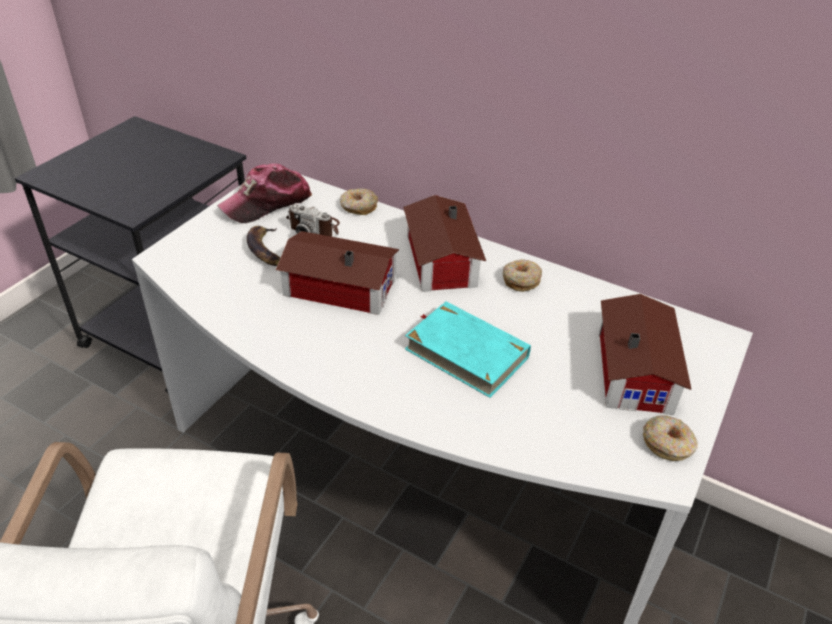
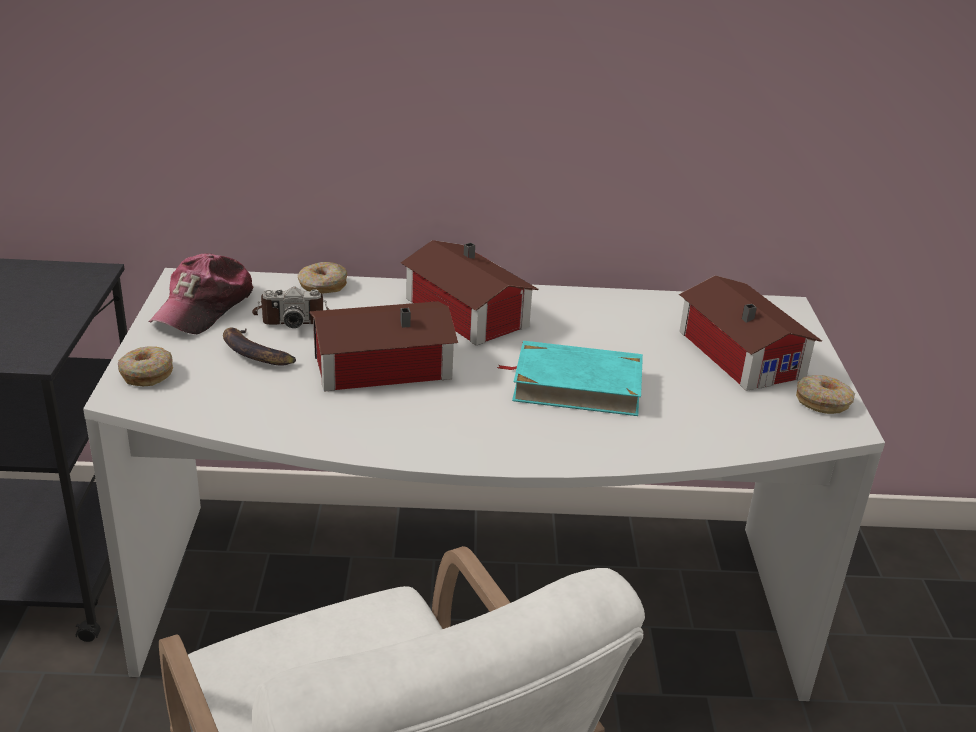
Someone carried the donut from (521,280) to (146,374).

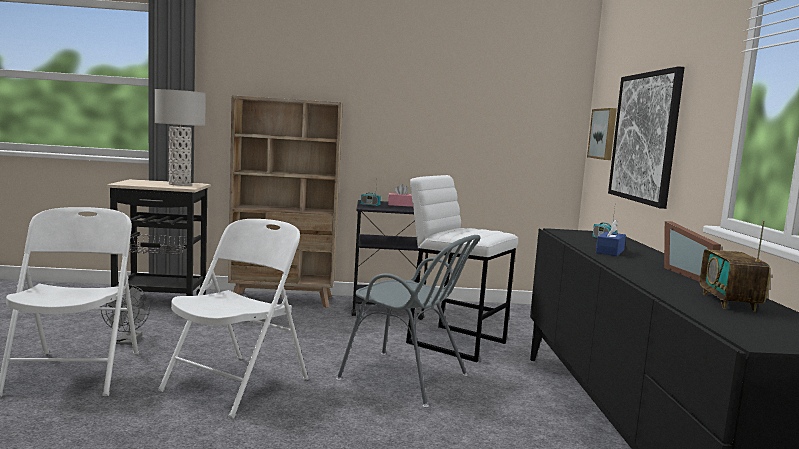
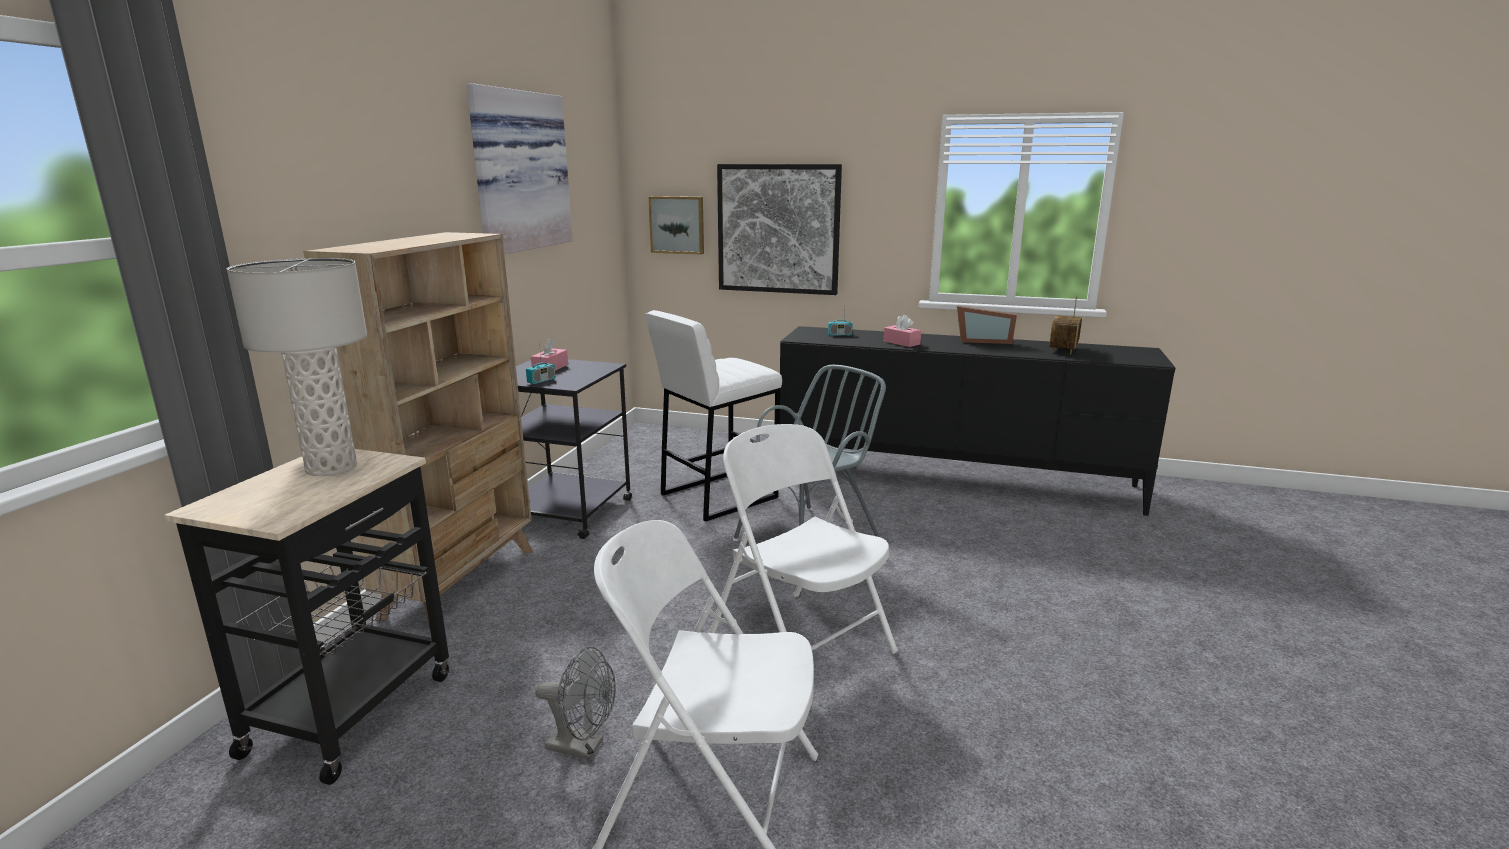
Someone repainted the blue tissue box at (610,251), which became the pink tissue box at (901,343).
Someone rotated the radio at (729,302) by 90 degrees clockwise.
Someone put up the picture at (517,171).

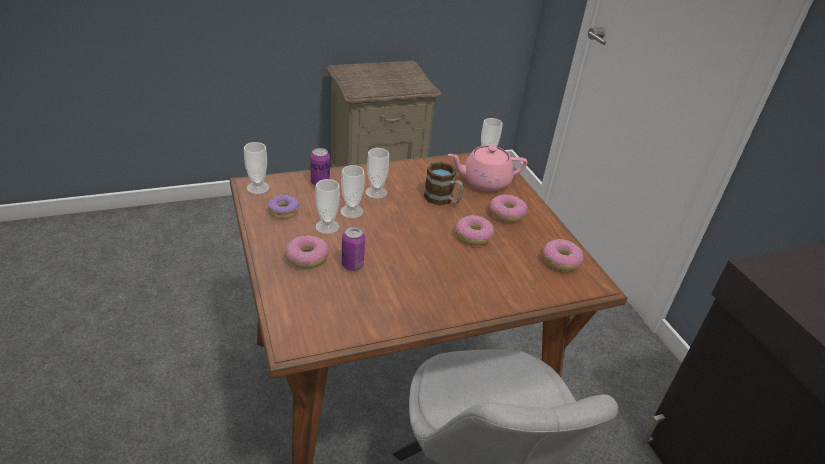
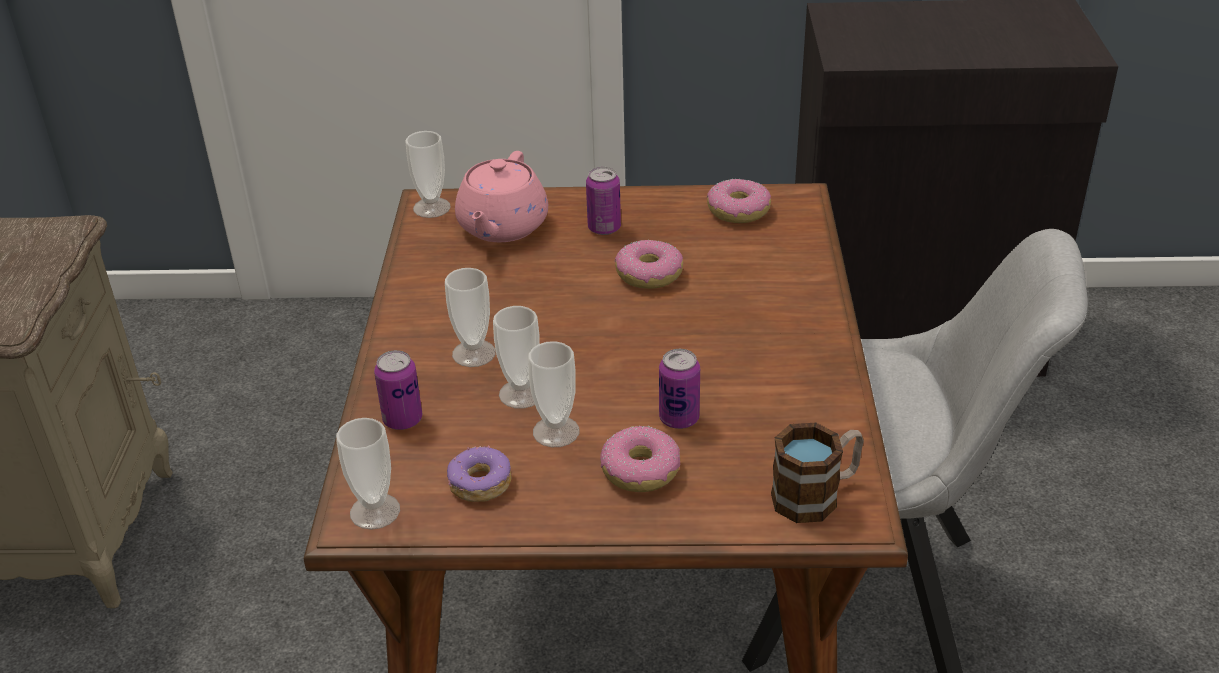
Someone carried the mug from (443,200) to (816,495).
Someone swapped the donut at (507,214) for the can at (604,228).

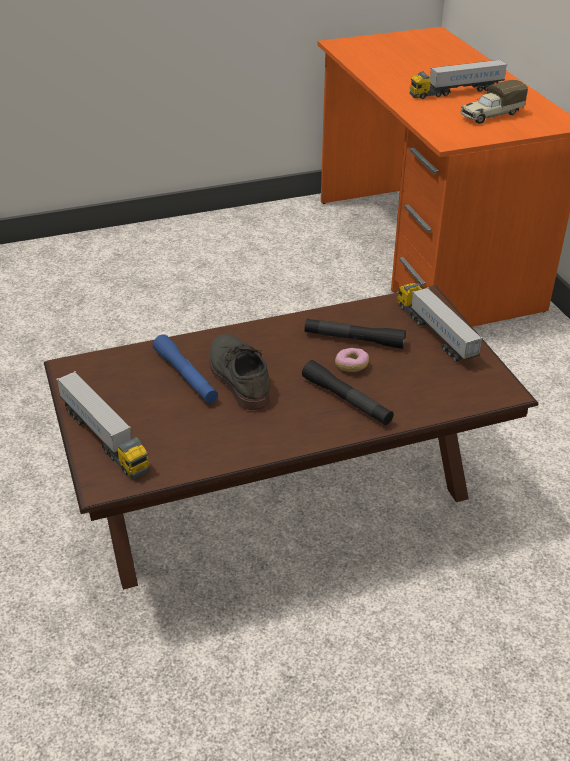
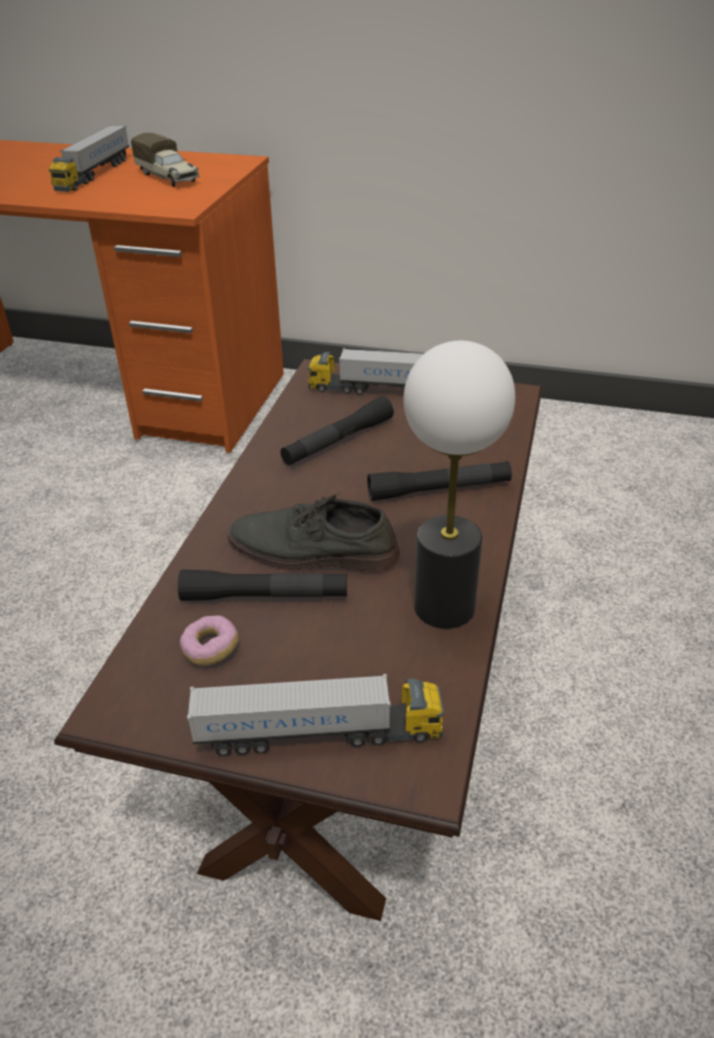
Someone repainted the blue flashlight at (185,376), which became the black flashlight at (265,596).
Someone carried the donut from (351,366) to (210,649).
Someone rotated the toy truck at (490,115) by 45 degrees counterclockwise.
Someone put down the table lamp at (443,606).

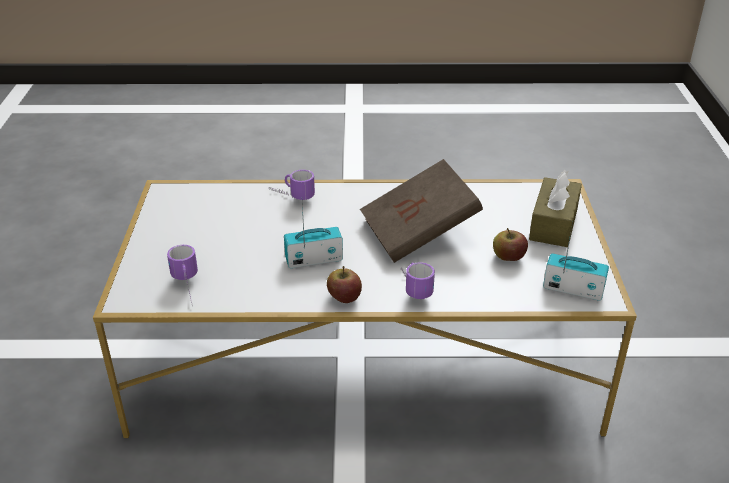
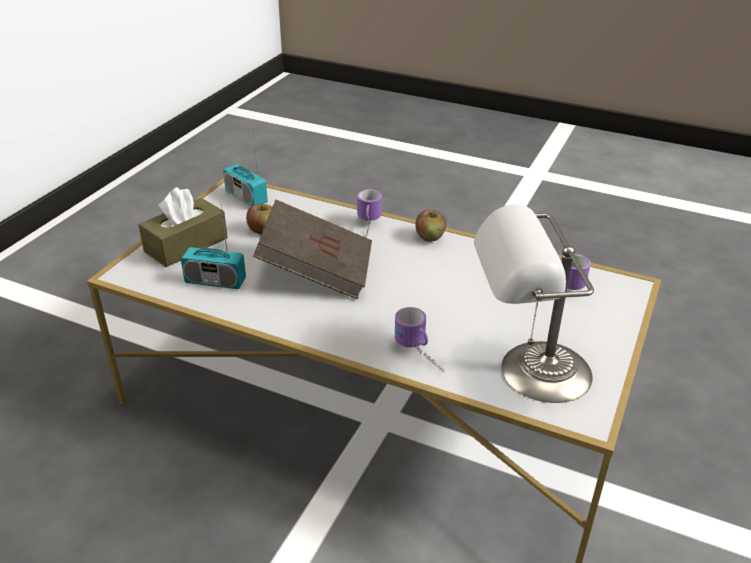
Someone carried the radio from (314,259) to (215,281).
Someone put down the white table lamp at (527,374).

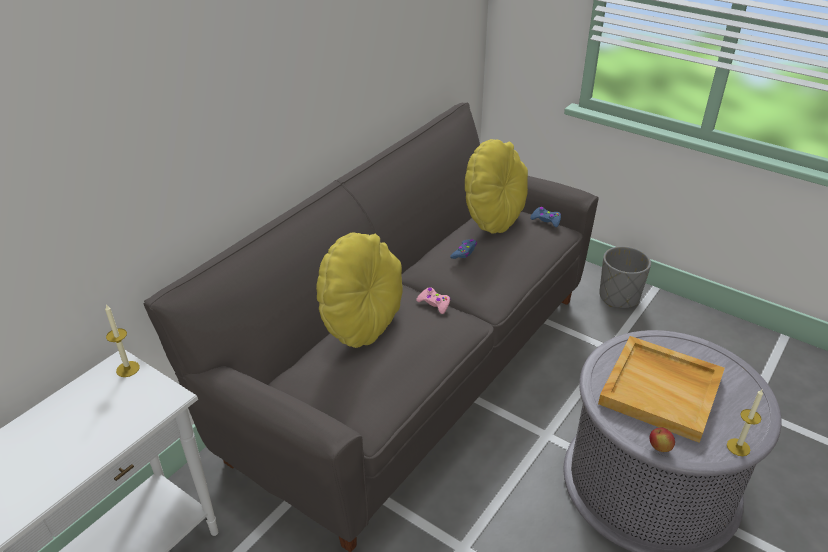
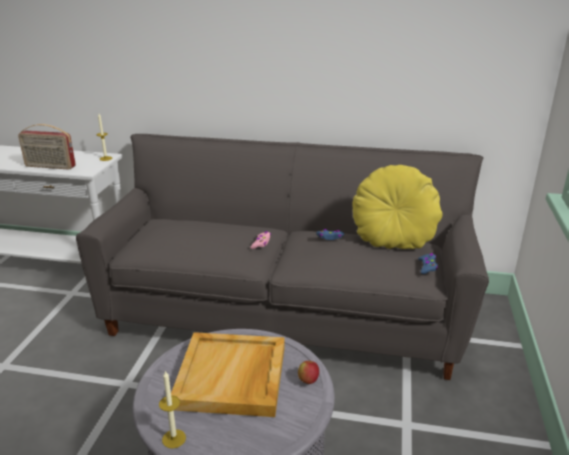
Someone took away the yellow pillow at (363,326).
Someone took away the grey planter at (619,297).
Someone carried the apple from (659,447) to (308,380).
Someone put down the radio at (50,166).

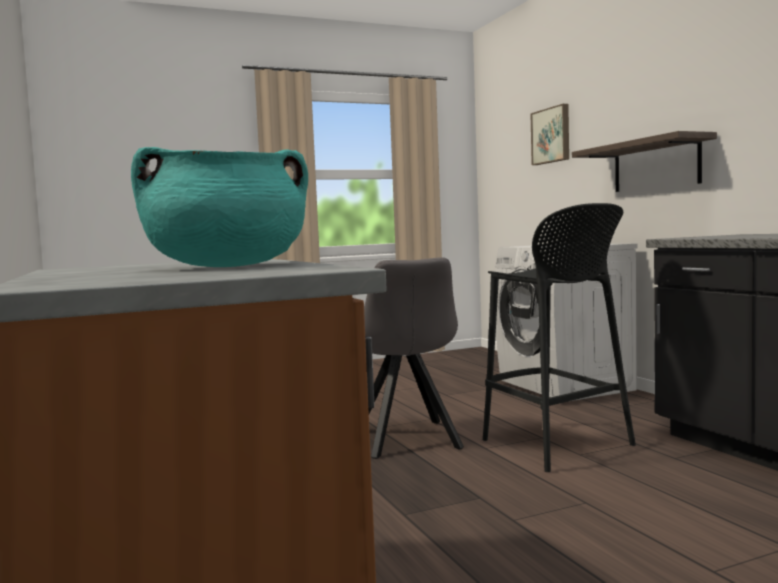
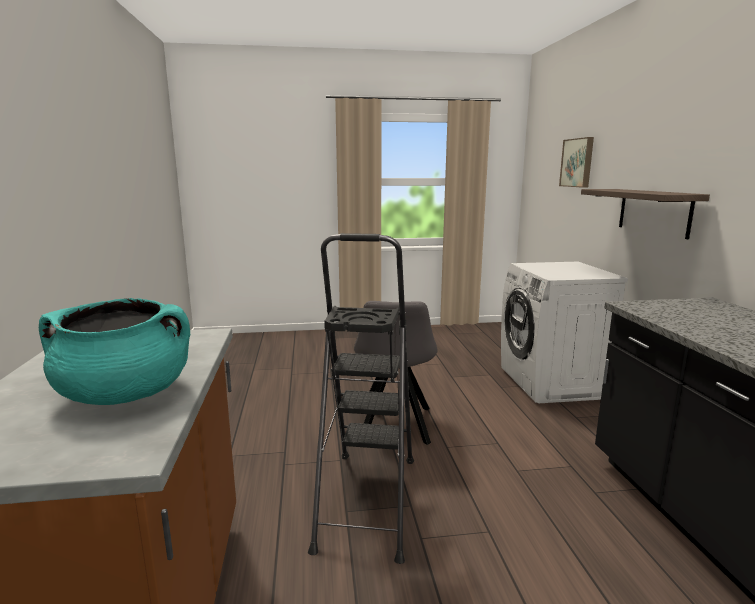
Someone took away the black stool at (555,445).
Someone put down the step ladder at (367,501).

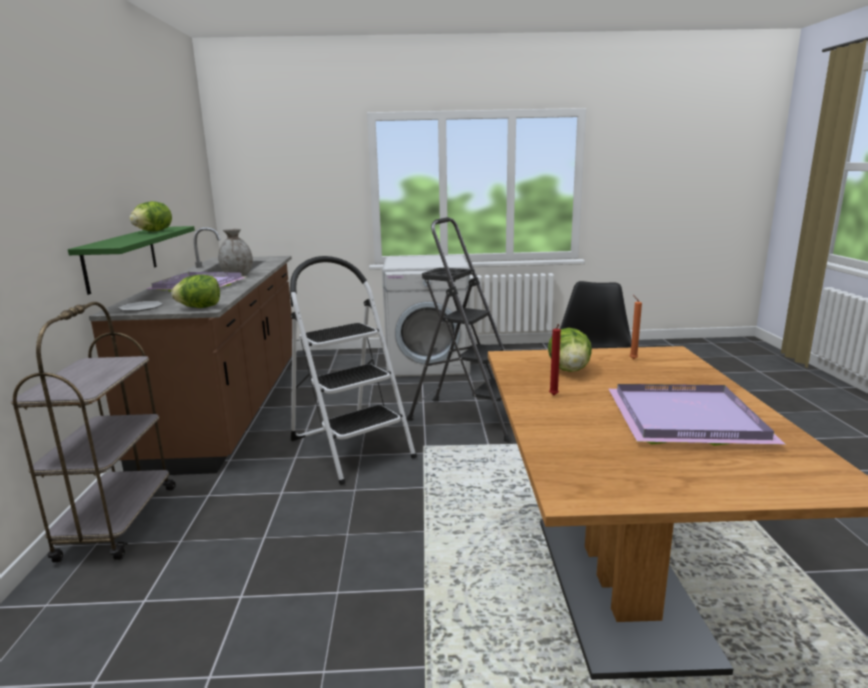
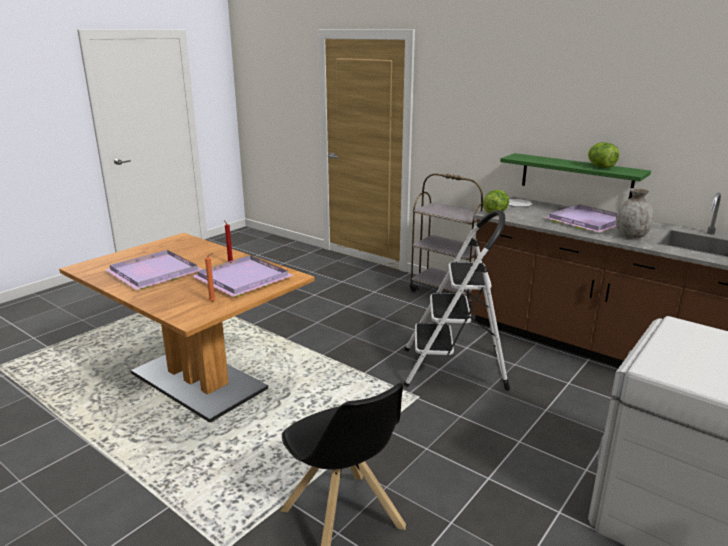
Someone took away the step ladder at (467,418).
Someone swapped the lettuce at (569,370) for the purple tray at (242,279).

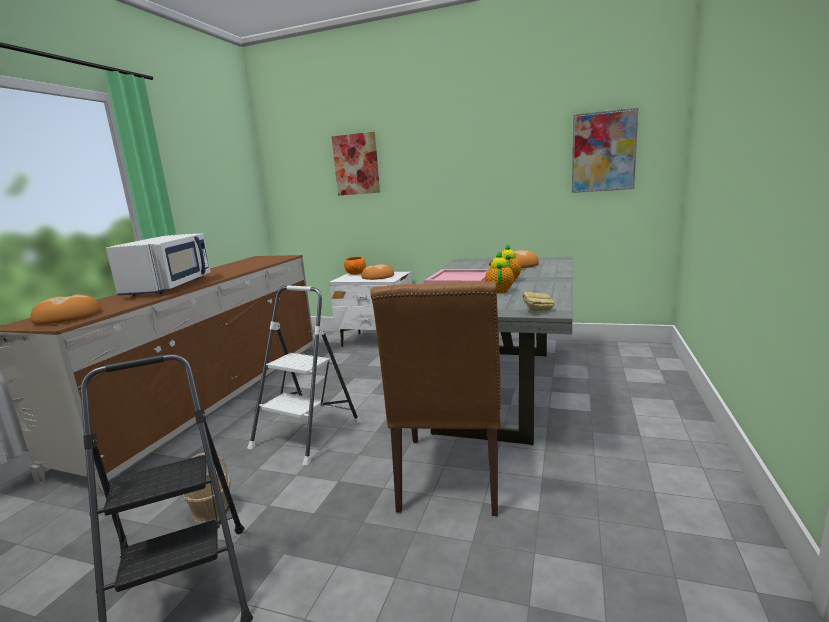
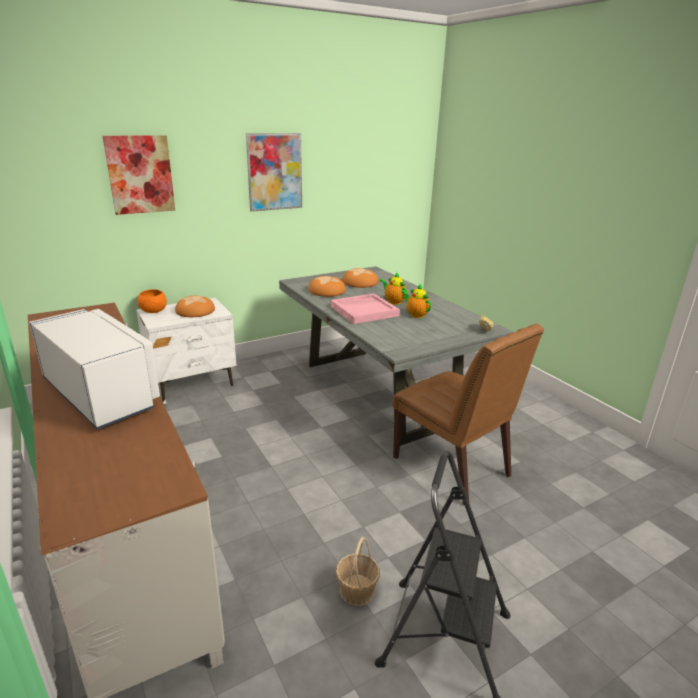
Someone carried the bread from (67,317) to (327,291).
Someone took away the white step ladder at (309,432).
Someone carried the picture from (603,152) to (274,172).

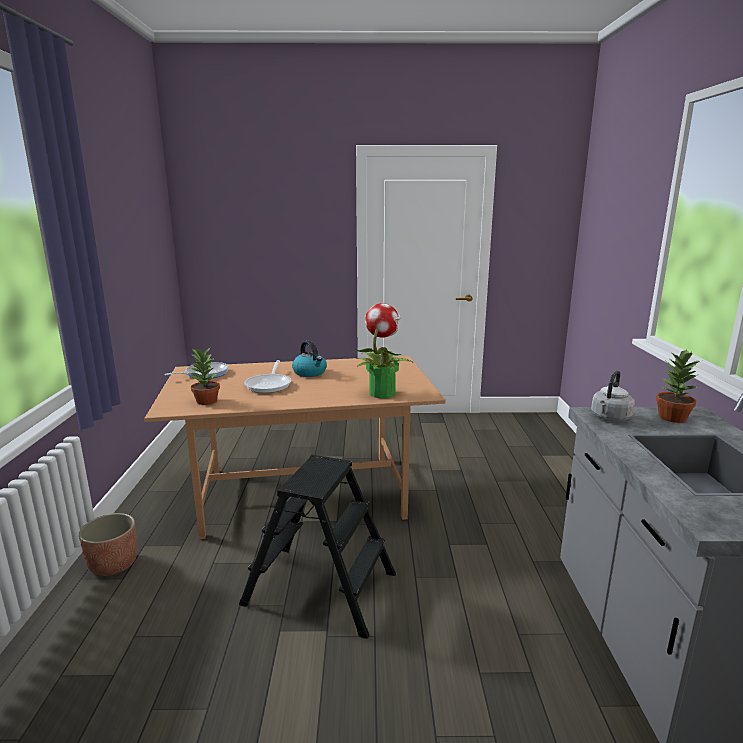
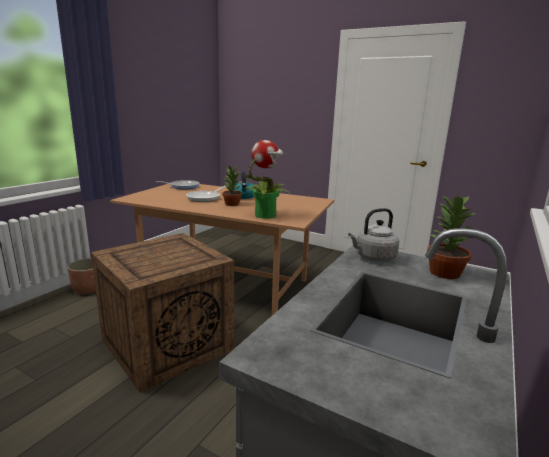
Someone carried the potted plant from (206,401) to (231,204).
Someone swapped the black step ladder at (320,588) for the crate at (168,343).

